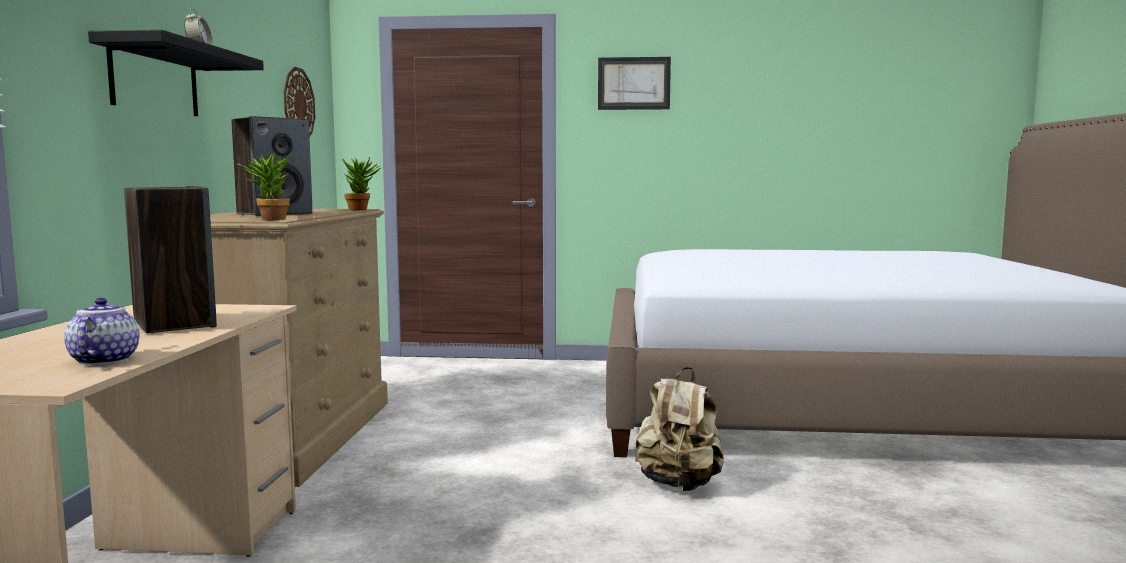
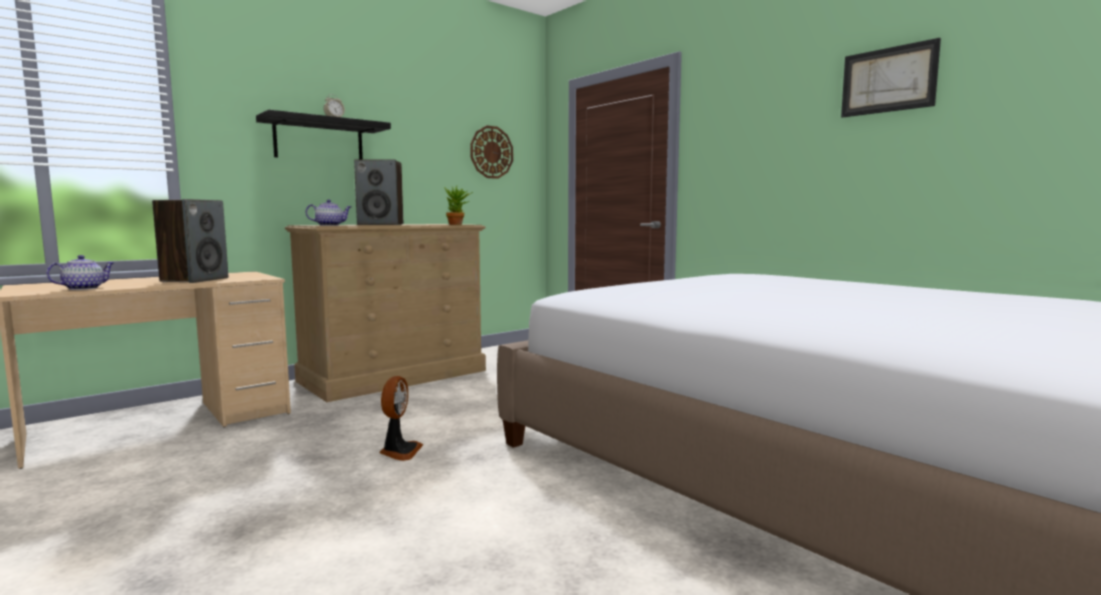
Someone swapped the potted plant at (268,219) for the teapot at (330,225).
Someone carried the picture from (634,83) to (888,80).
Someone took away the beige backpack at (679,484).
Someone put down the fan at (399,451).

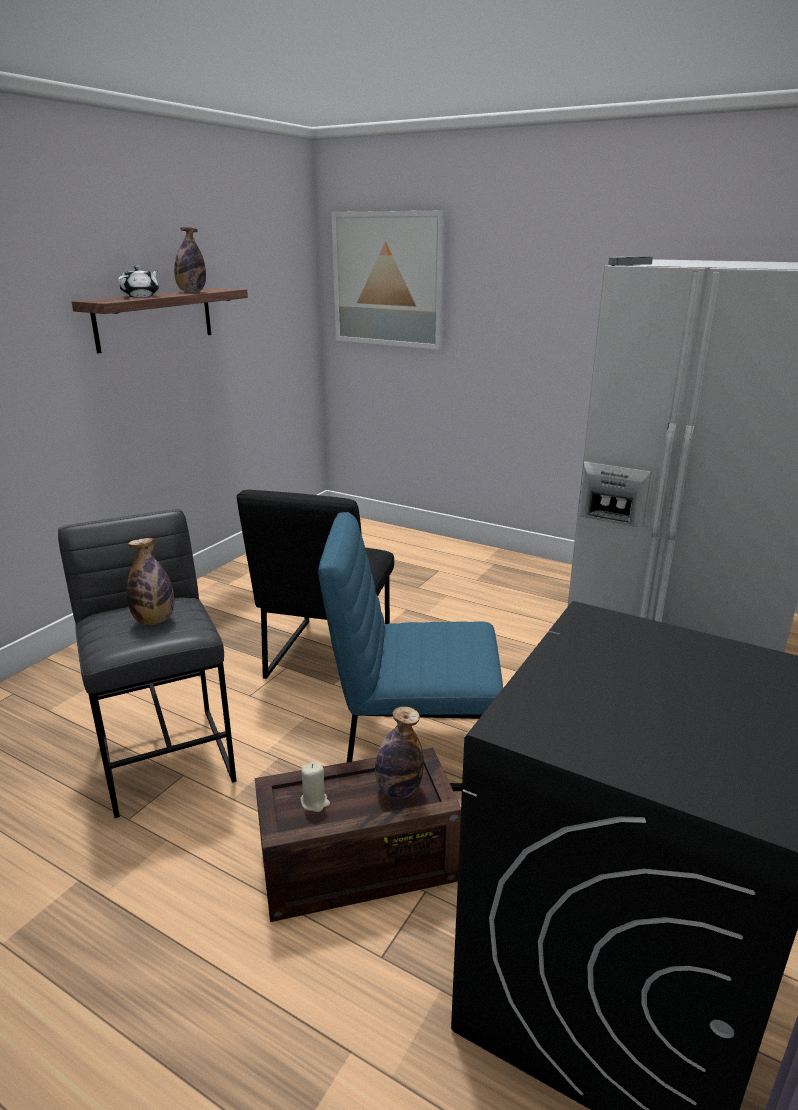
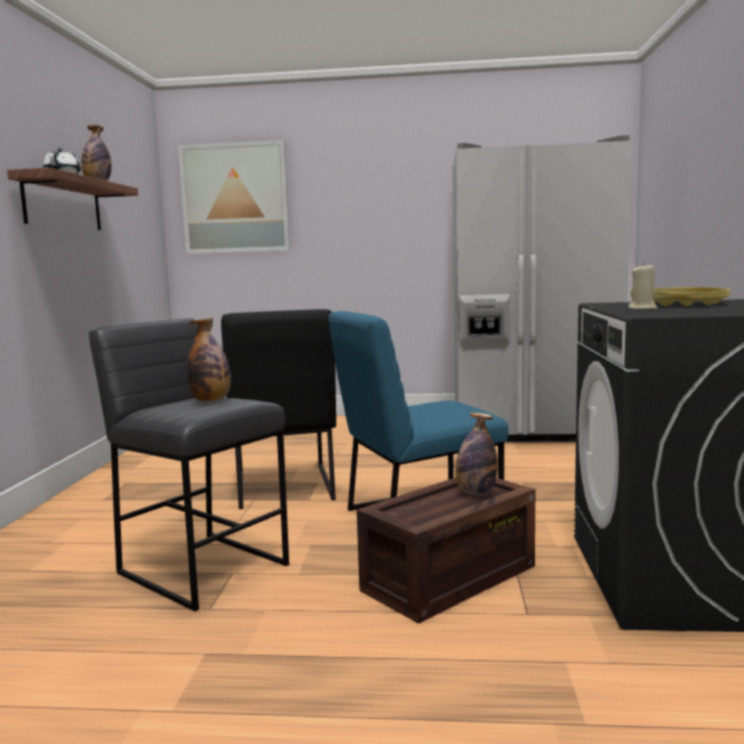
Someone carried the beige candle from (315,802) to (642,308).
Someone put down the yellow tray at (678,303).

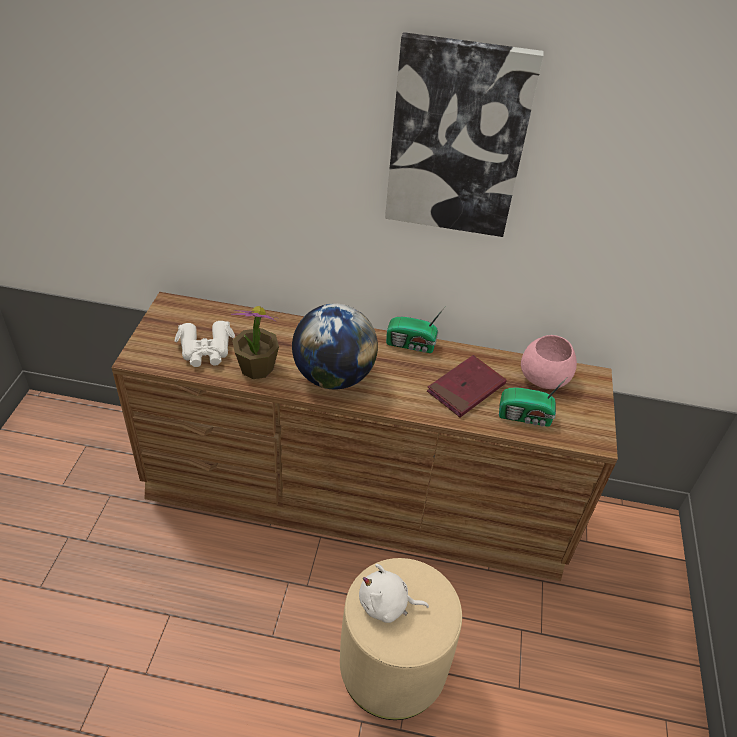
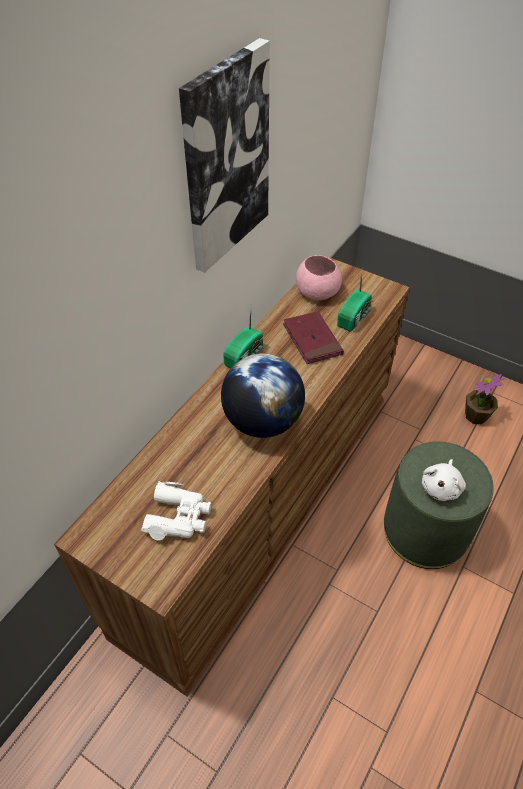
Someone carried the potted plant from (256,367) to (476,416).
Someone repainted the beige ottoman at (392,667), which became the green ottoman at (425,531).

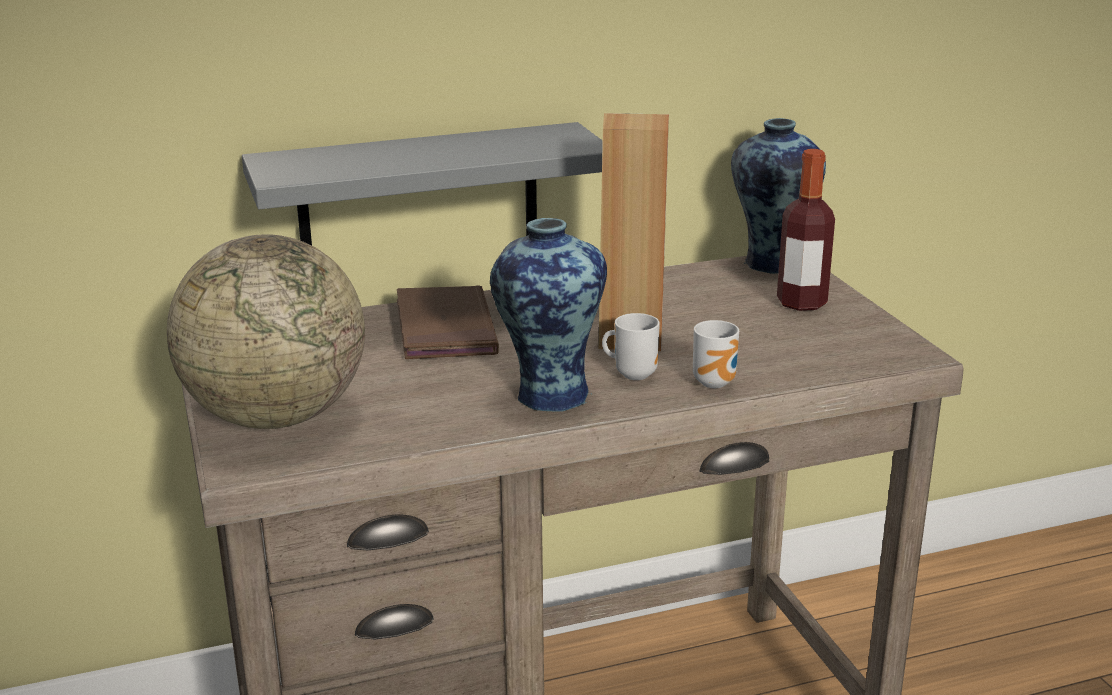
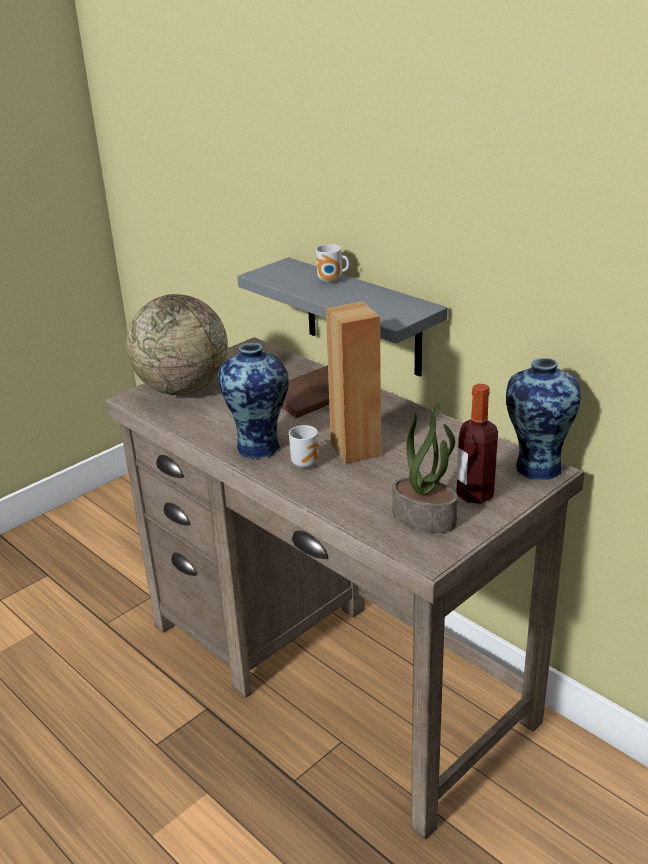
Someone carried the mug from (717,382) to (331,281).
Someone put down the potted plant at (425,518).

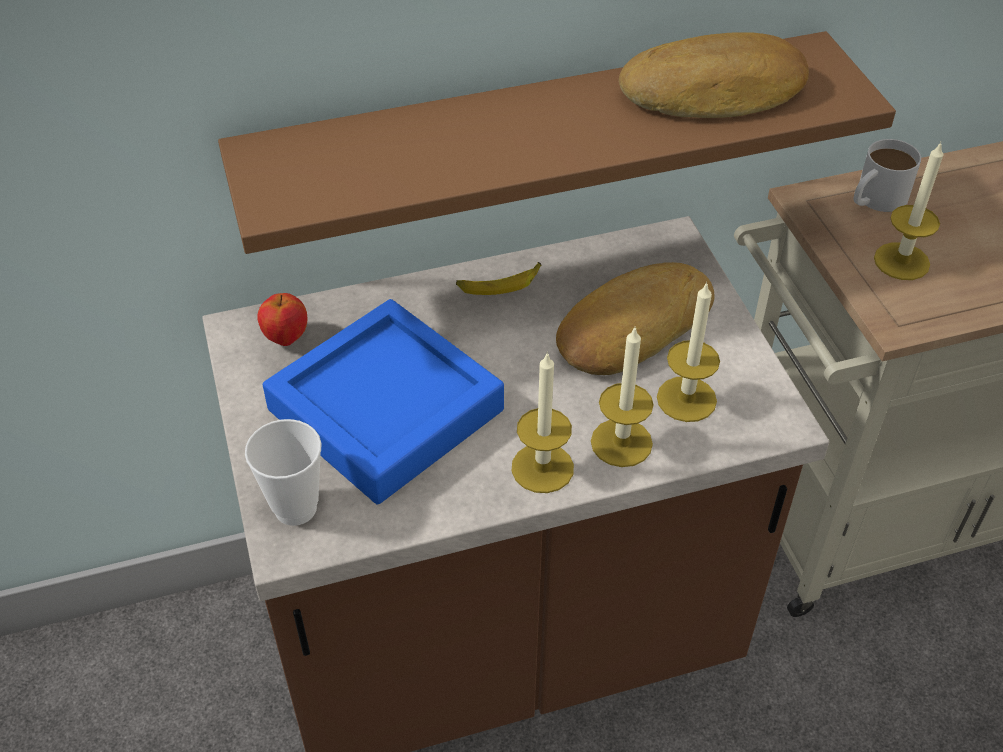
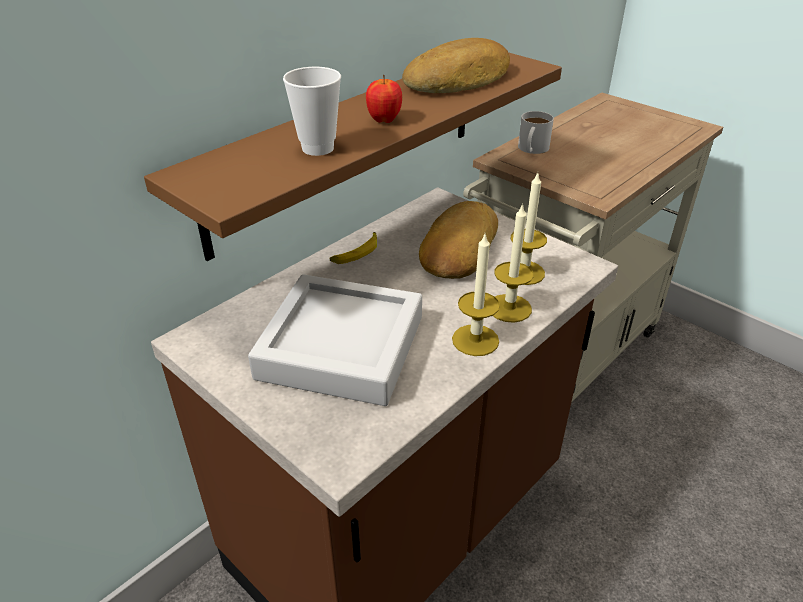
Someone carried the cup from (295,508) to (318,148).
Someone carried the apple from (286,338) to (384,120).
Someone repainted the blue tray at (386,410), which became the grey tray at (341,347).
Someone took away the candle at (901,261).

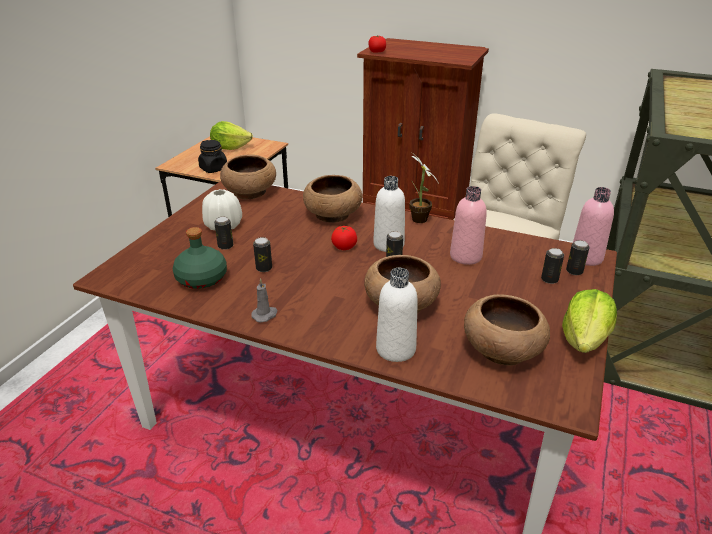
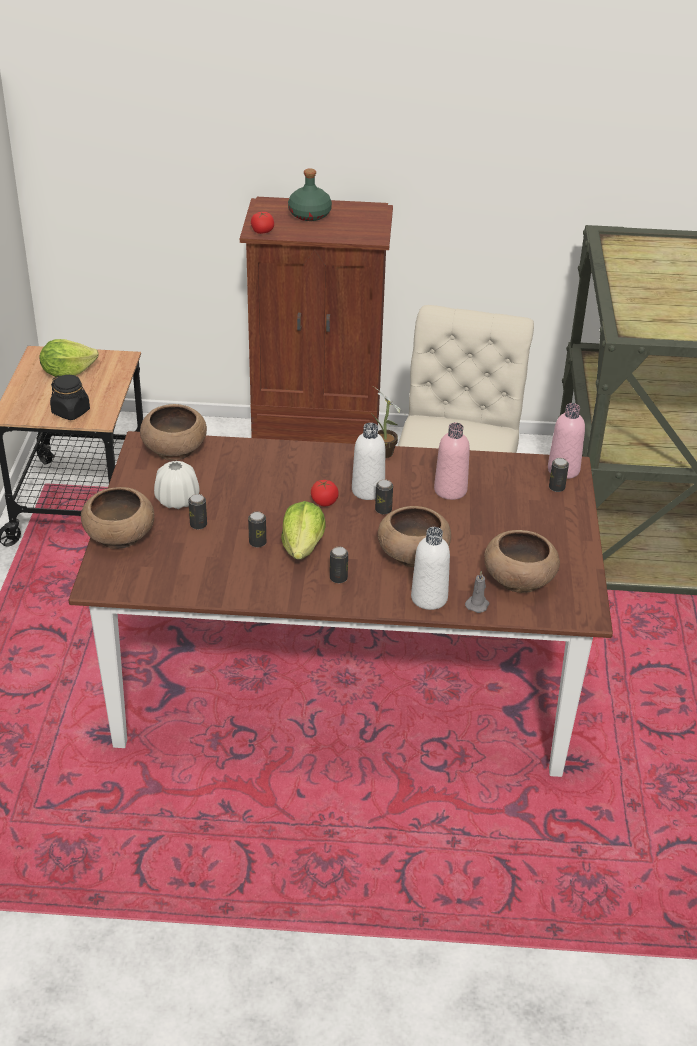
Someone carried the green bottle from (201,279) to (309,215).
Someone carried the grey candle from (265,315) to (477,604).
Someone carried the brown bowl from (332,215) to (120,537).
Someone carried the can from (549,279) to (338,578).
Someone carried the lettuce from (584,340) to (303,547).

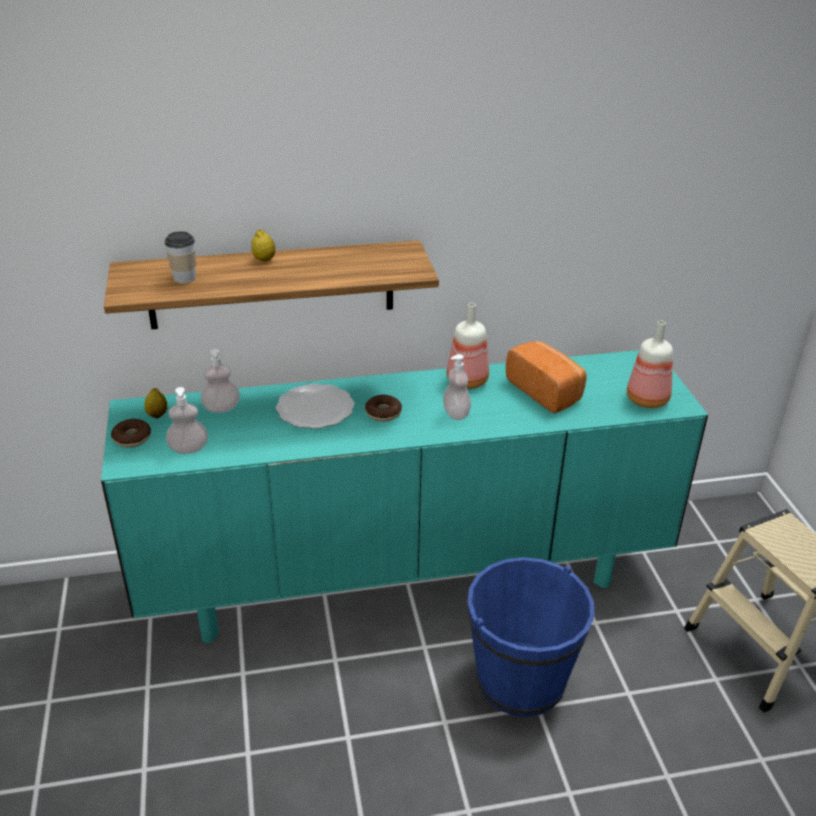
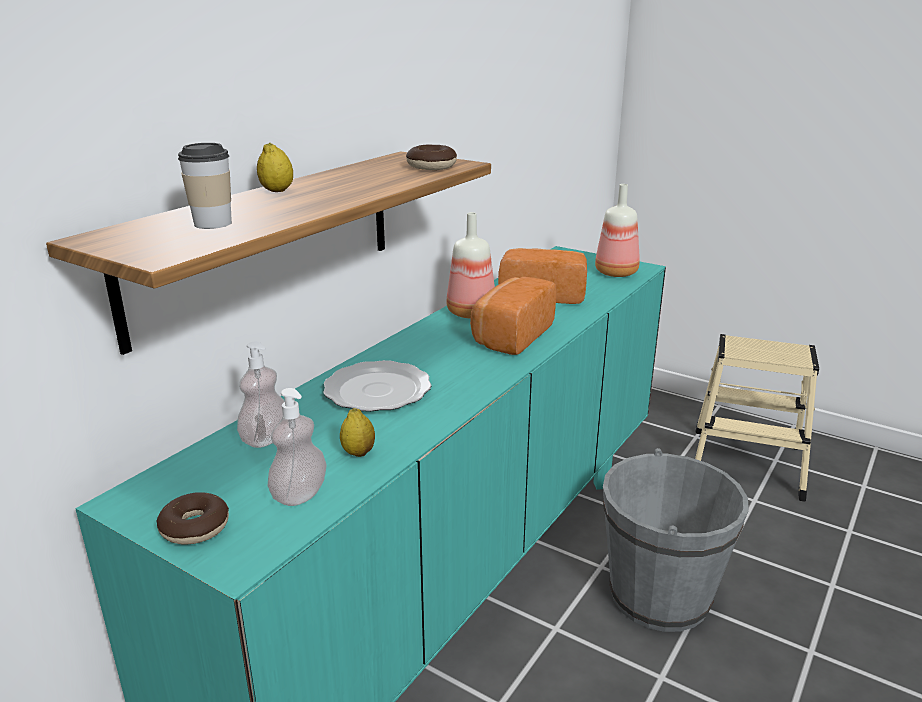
Someone carried the lemon from (157,415) to (358,453).
Someone carried the donut from (383,413) to (431,166).
Someone swapped the soap dispenser at (456,413) for the bread at (510,336).
Someone repainted the blue bucket at (521,681), which became the grey bucket at (659,596).

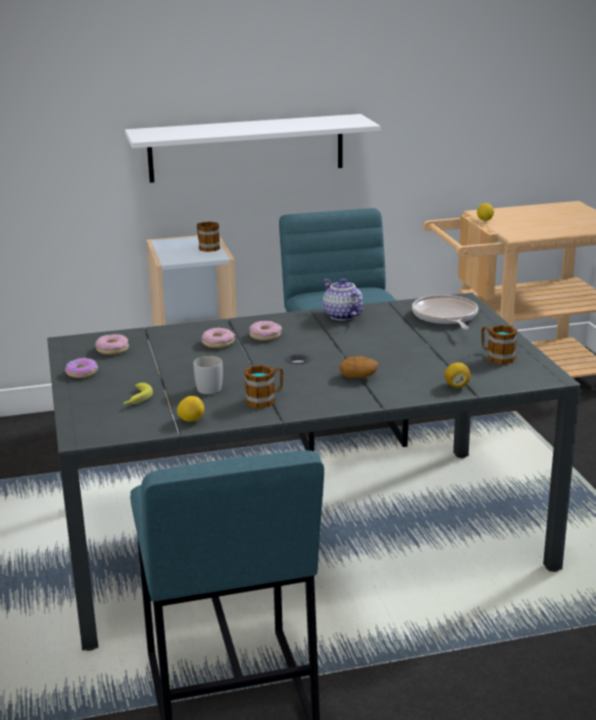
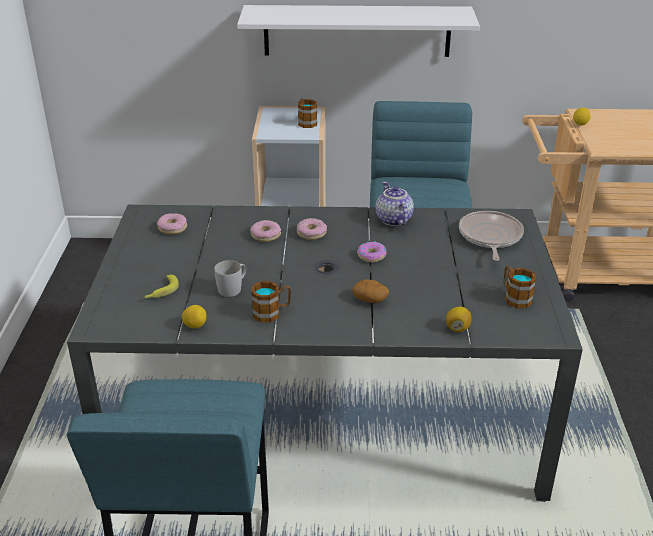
Someone carried the donut from (82,373) to (372,256).

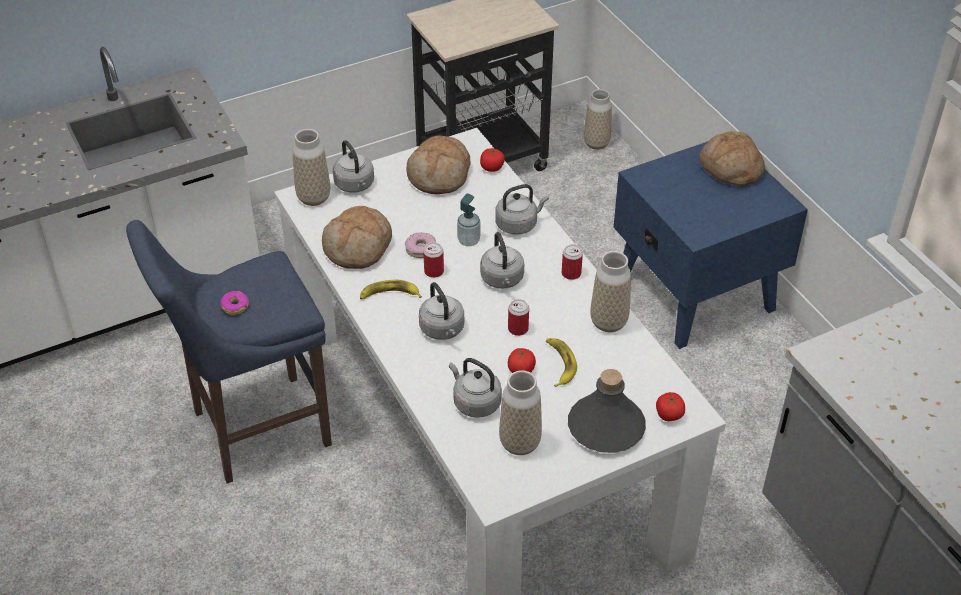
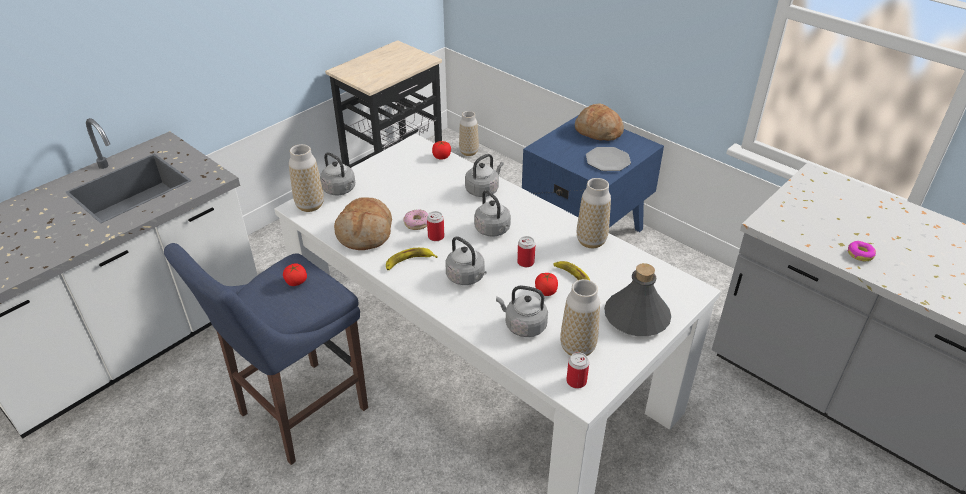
Someone carried the donut from (235,306) to (860,254).
Someone took away the bread at (439,175).
Someone took away the soap dispenser at (468,241).
Someone carried the can from (571,273) to (576,381).
Someone carried the tomato from (669,415) to (296,282).
Someone put down the plate at (608,160).

